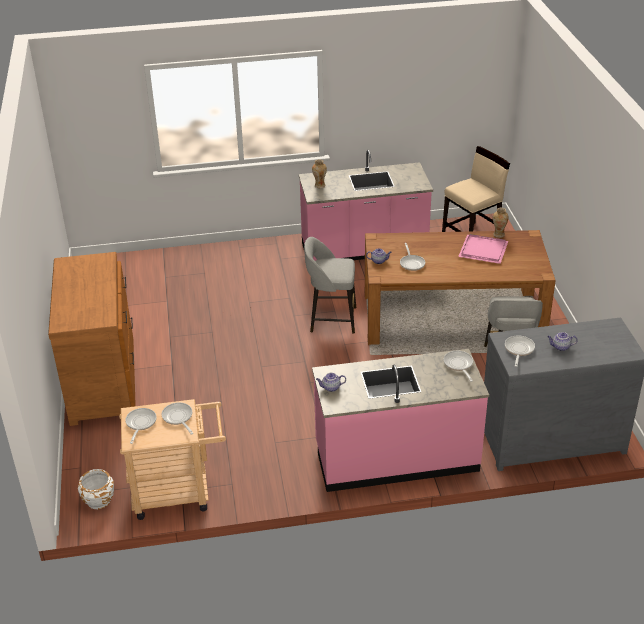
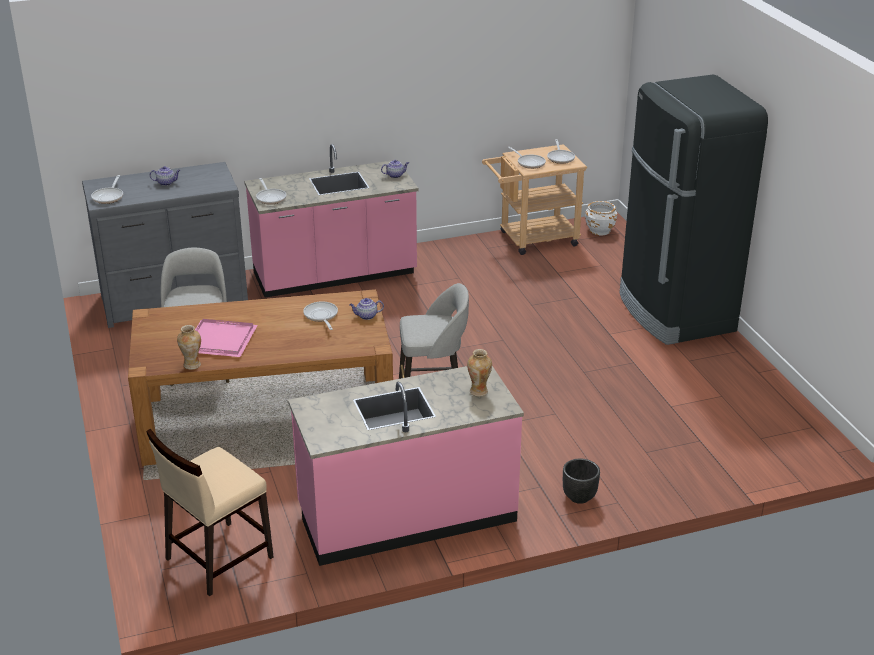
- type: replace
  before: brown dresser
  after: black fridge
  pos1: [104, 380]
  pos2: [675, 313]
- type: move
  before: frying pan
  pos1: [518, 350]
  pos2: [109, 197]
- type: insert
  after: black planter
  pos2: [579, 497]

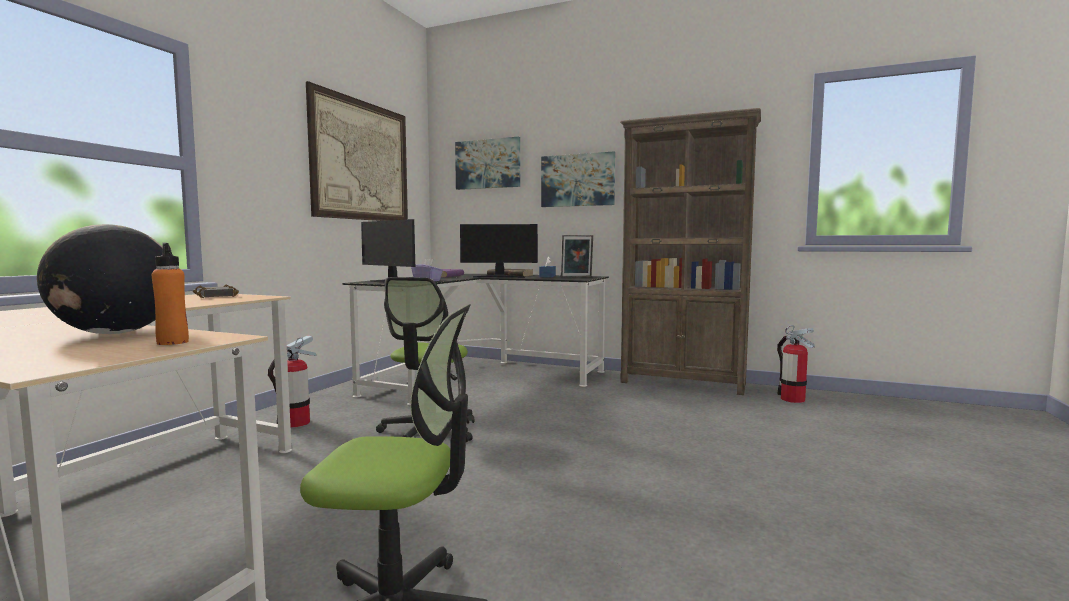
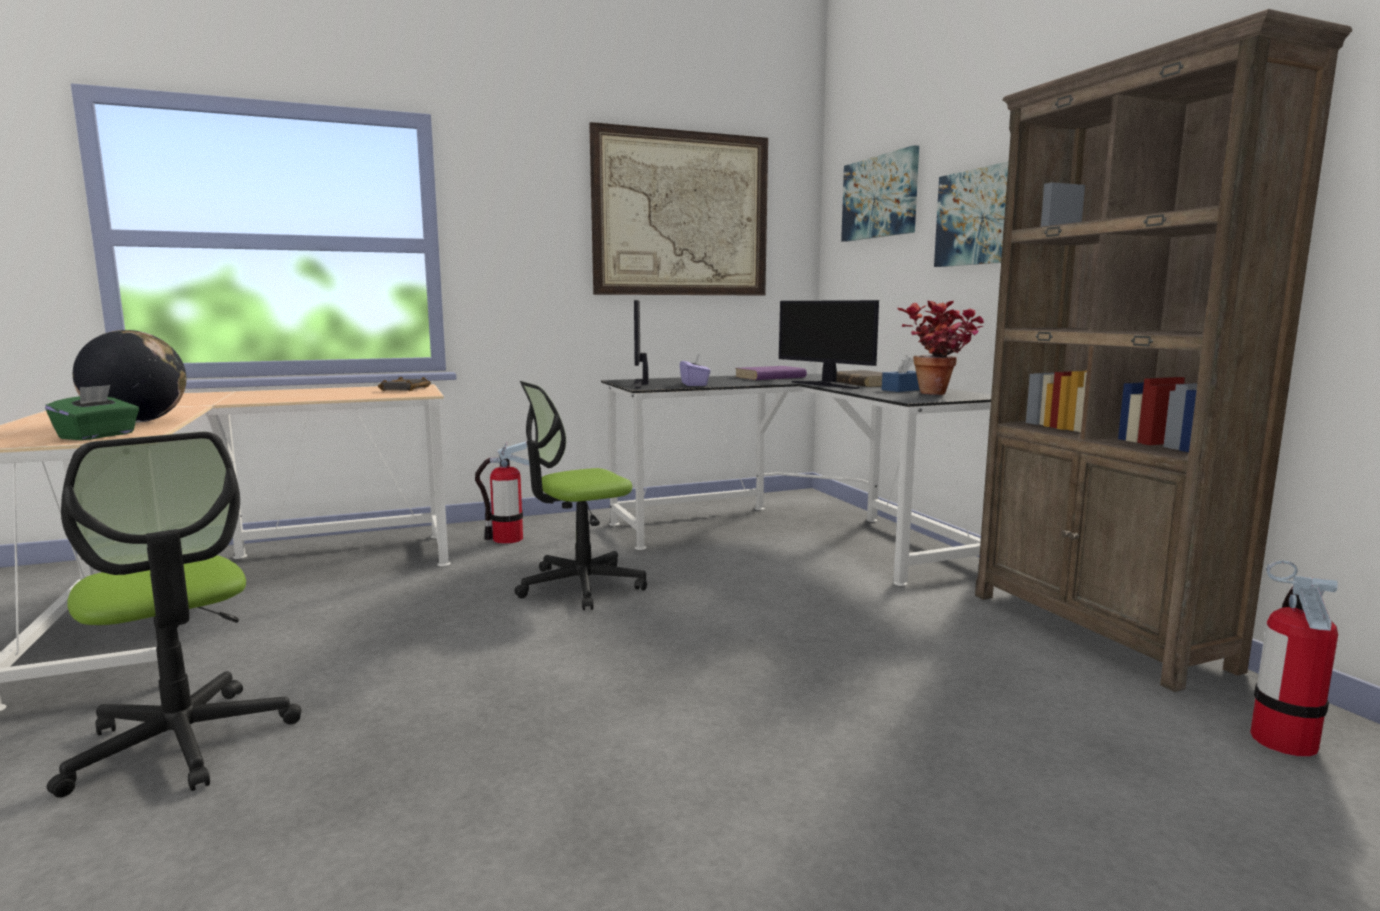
- type: replace
  before: picture frame
  after: potted plant
  pos1: [576, 277]
  pos2: [939, 395]
- type: replace
  before: orange bottle
  after: green tissue box
  pos1: [173, 342]
  pos2: [98, 436]

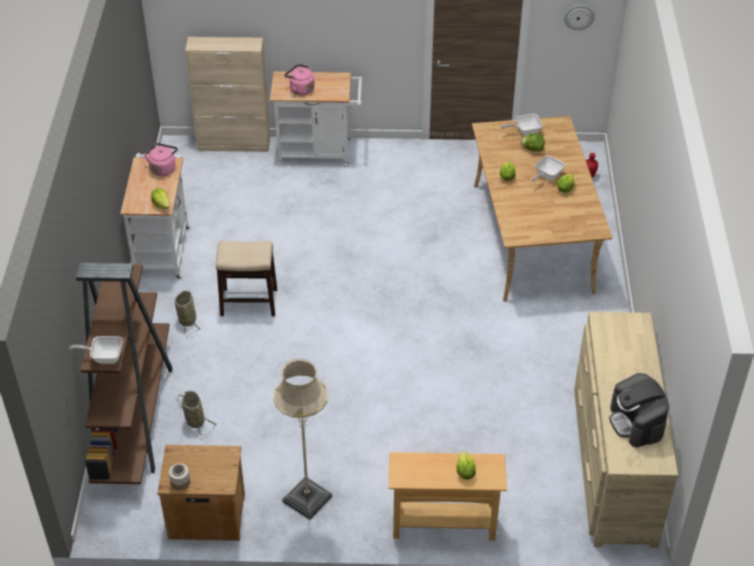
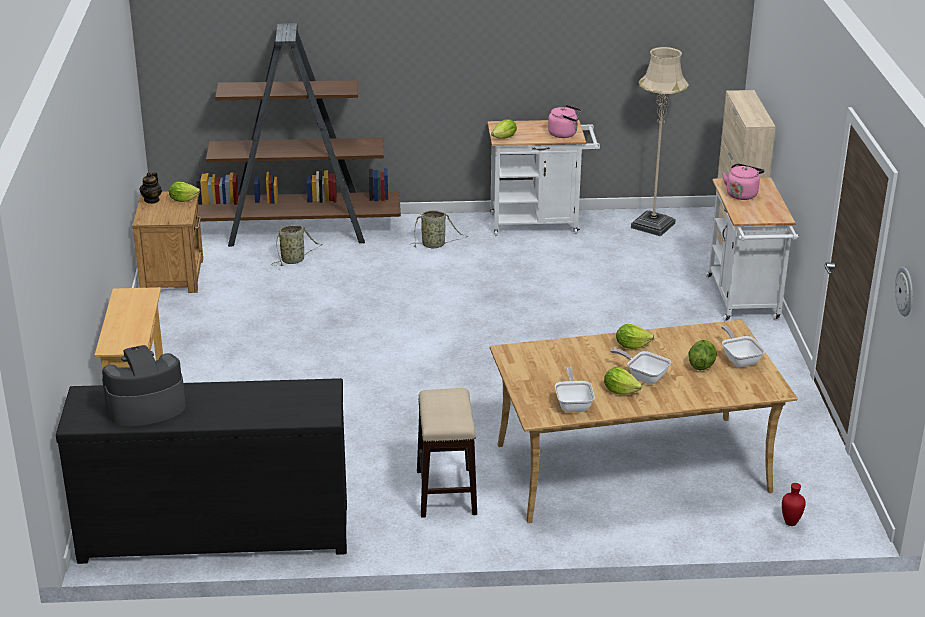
- type: move
  before: stool
  pos1: [248, 302]
  pos2: [446, 492]
- type: recolor
  before: beige dresser
  after: black dresser
  pos1: [614, 463]
  pos2: [214, 531]
- type: move
  before: frying pan
  pos1: [104, 357]
  pos2: [573, 404]
- type: move
  before: beige floor lamp
  pos1: [307, 499]
  pos2: [652, 225]
- type: move
  before: lettuce
  pos1: [465, 472]
  pos2: [183, 200]
- type: replace
  before: jar
  after: teapot
  pos1: [180, 482]
  pos2: [152, 200]

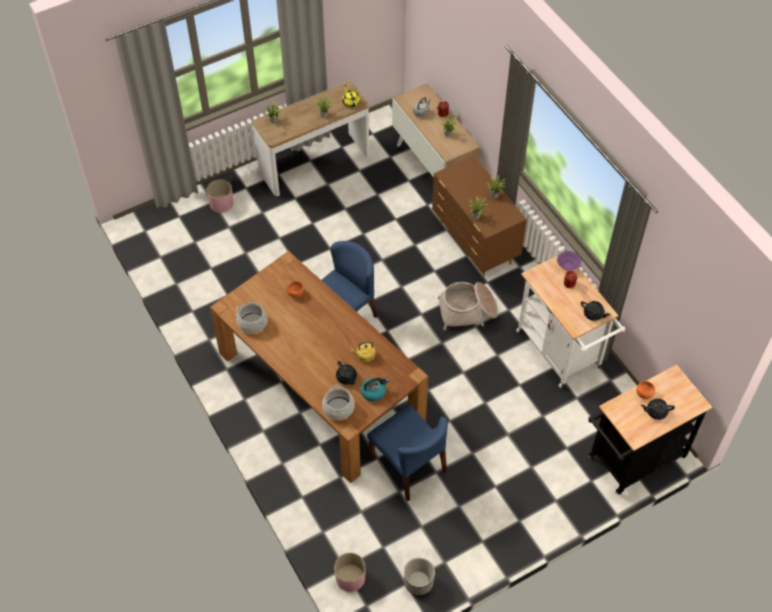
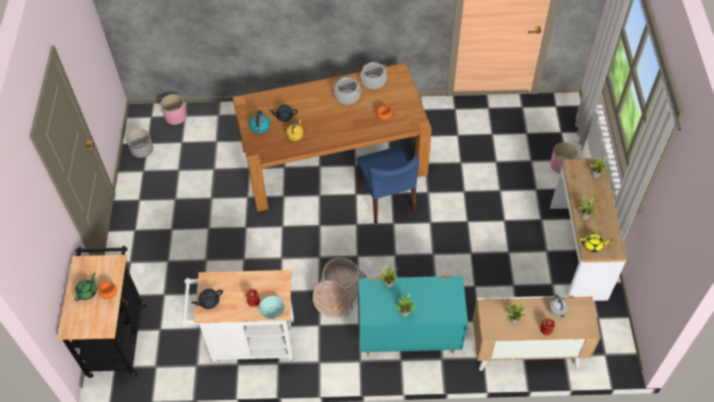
- type: recolor
  before: brown dresser
  after: turquoise dresser
  pos1: [475, 244]
  pos2: [408, 337]
- type: recolor
  before: purple bowl
  after: turquoise bowl
  pos1: [568, 266]
  pos2: [272, 311]
- type: move
  before: cooking pot
  pos1: [338, 408]
  pos2: [347, 96]
- type: recolor
  before: black teapot
  after: green teapot
  pos1: [656, 412]
  pos2: [87, 292]
- type: delete
  before: blue chair
  pos1: [408, 466]

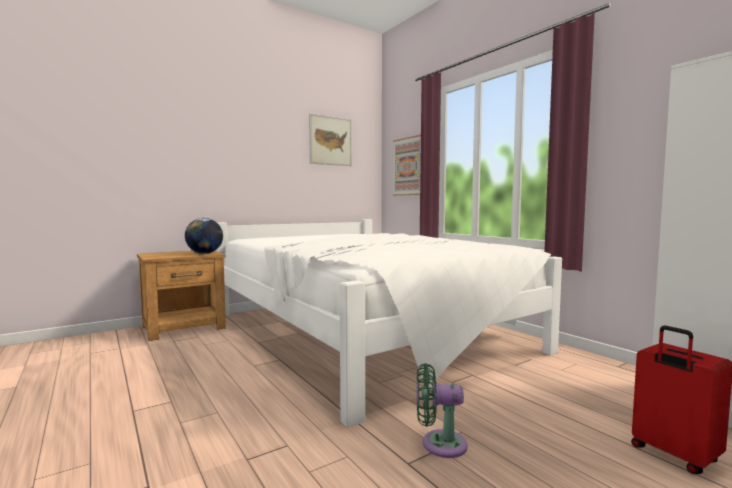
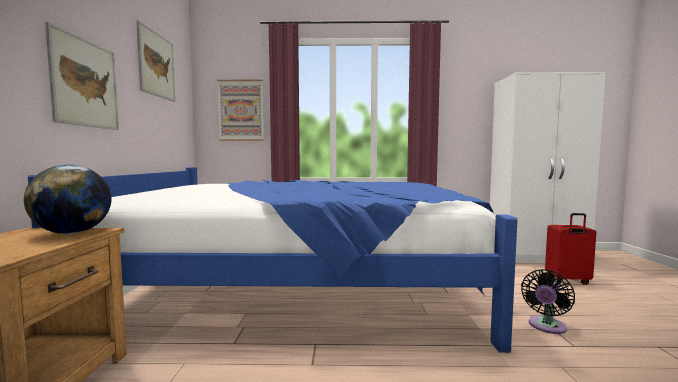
- type: recolor
  before: white bed
  after: blue bed
  pos1: [365, 331]
  pos2: [300, 285]
- type: recolor
  before: green fan
  after: black fan
  pos1: [439, 444]
  pos2: [546, 327]
- type: insert
  after: picture
  pos2: [85, 83]

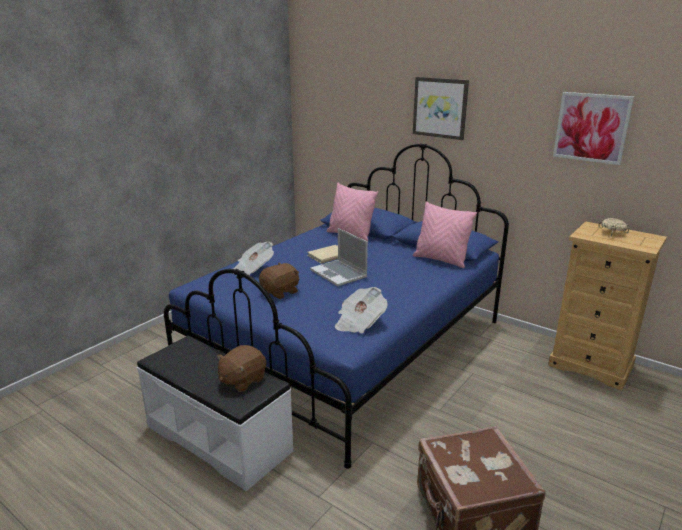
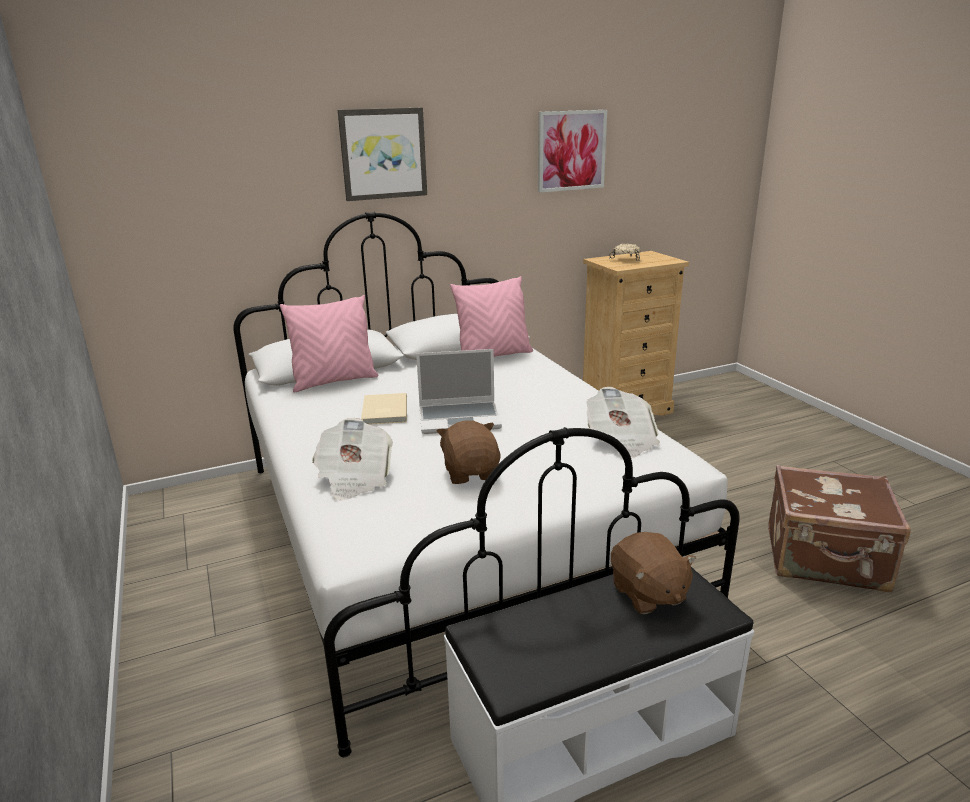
- type: recolor
  before: blue bed
  after: white bed
  pos1: [347, 346]
  pos2: [451, 532]

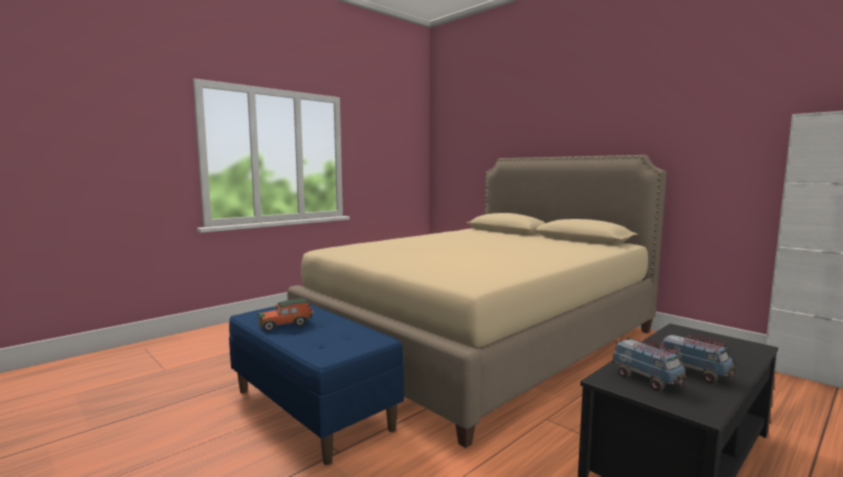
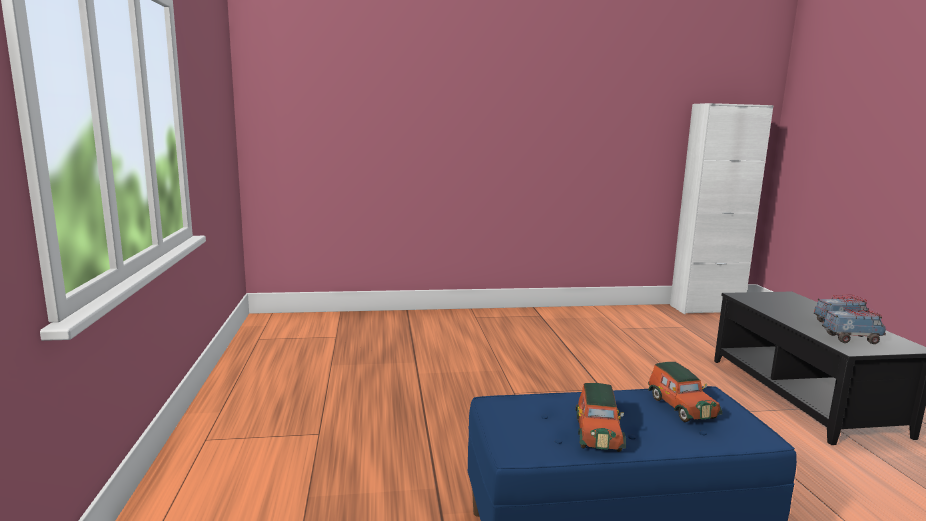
- type: delete
  before: beige bed
  pos1: [482, 340]
- type: insert
  after: toy car
  pos2: [680, 406]

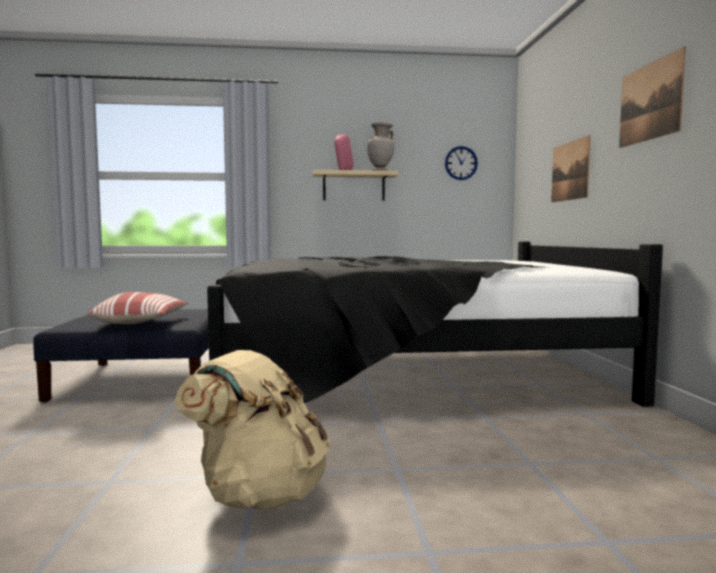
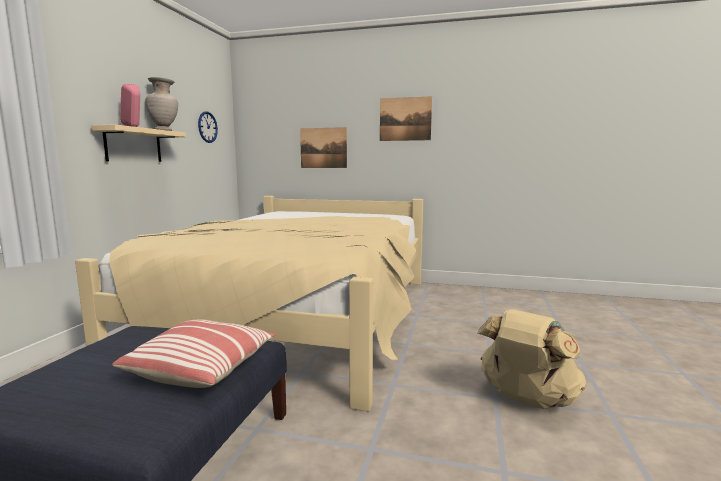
- type: recolor
  before: black bed
  after: beige bed
  pos1: [407, 371]
  pos2: [299, 315]

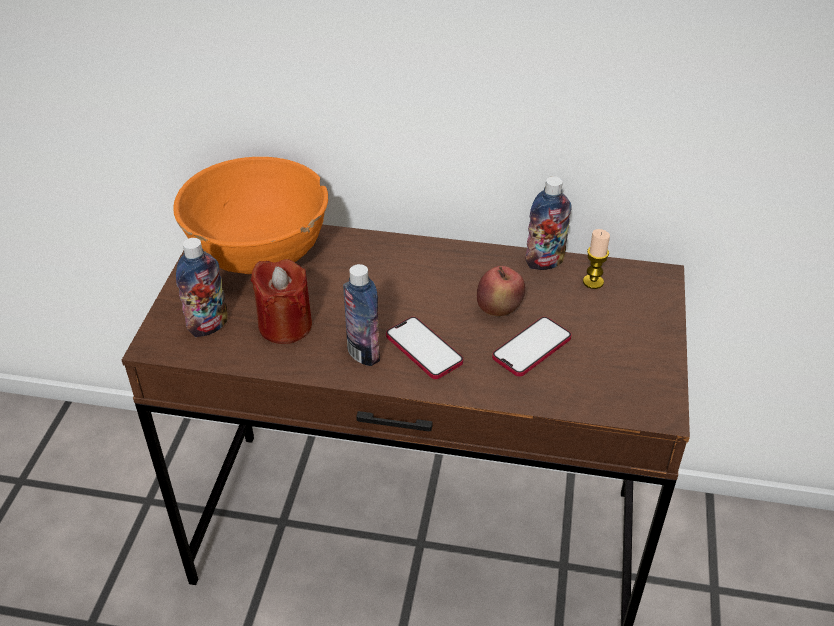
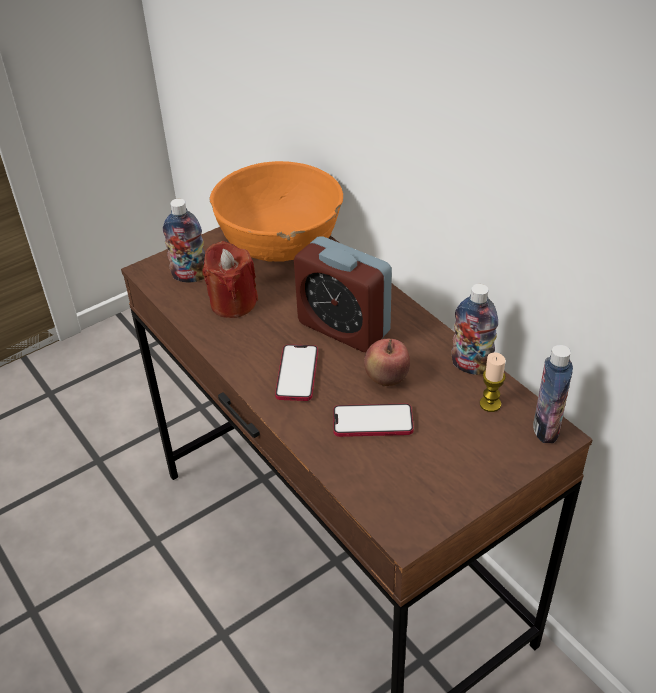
- type: move
  before: bottle
  pos1: [363, 353]
  pos2: [546, 428]
- type: insert
  after: alarm clock
  pos2: [343, 327]

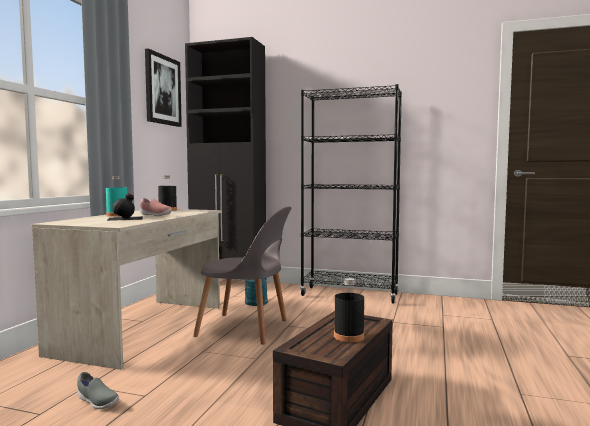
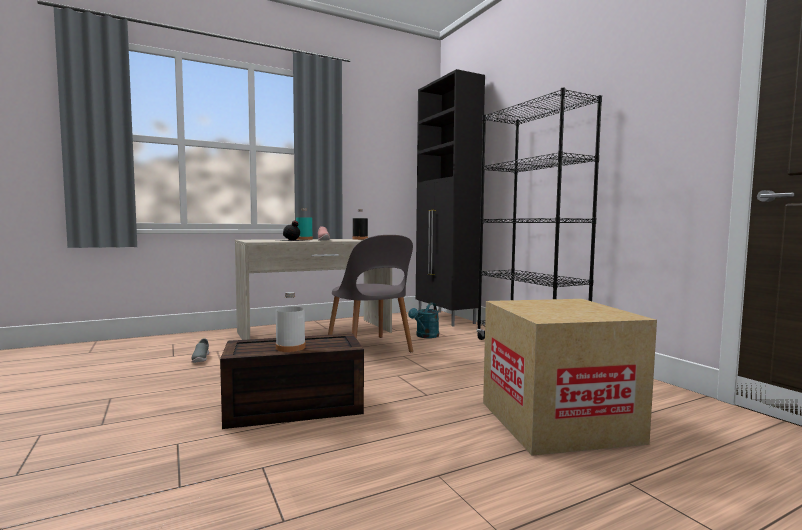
- type: delete
  before: picture
  pos1: [162, 90]
- type: recolor
  before: black bottle
  after: white bottle
  pos1: [349, 336]
  pos2: [290, 347]
- type: insert
  after: cardboard box
  pos2: [557, 421]

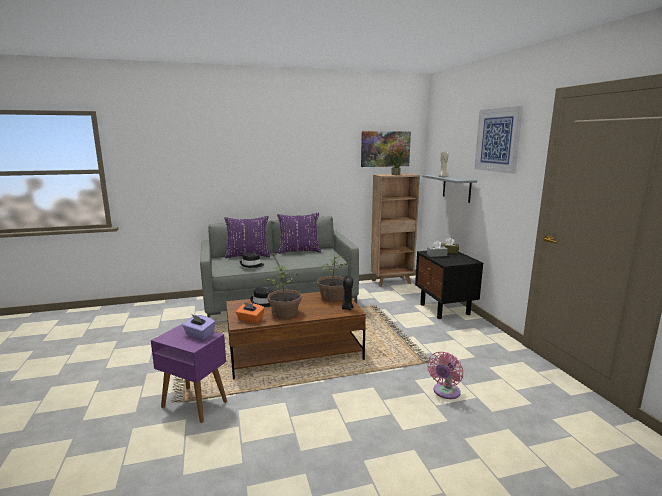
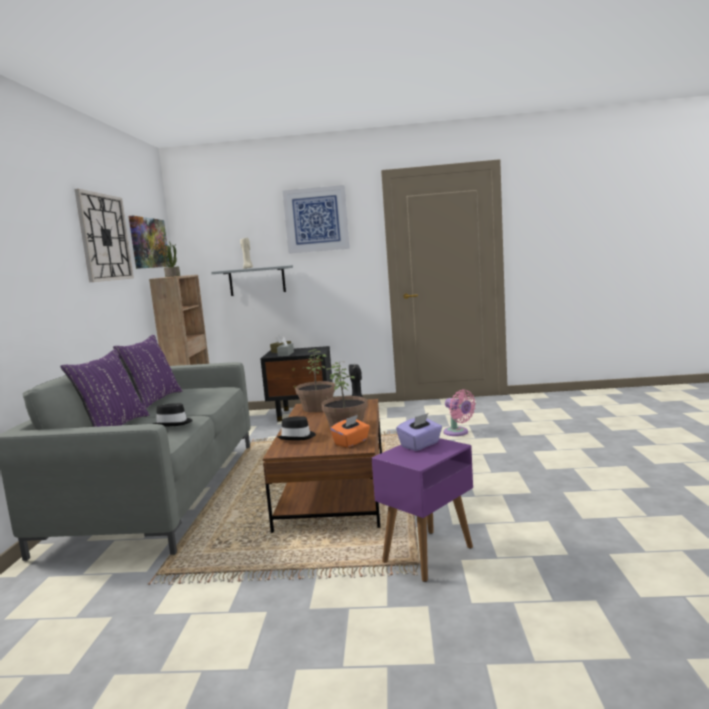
- type: insert
  after: wall clock
  pos2: [104, 237]

